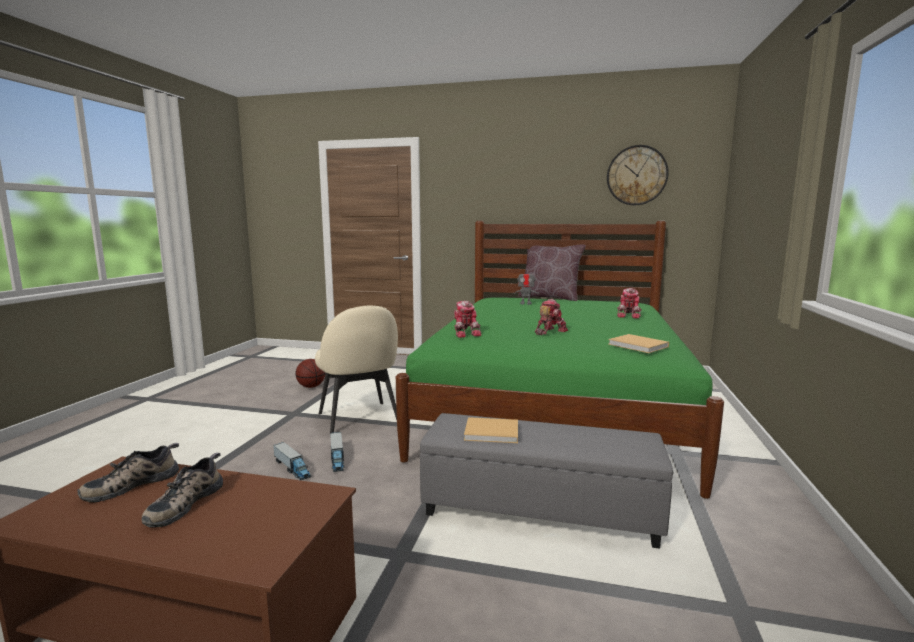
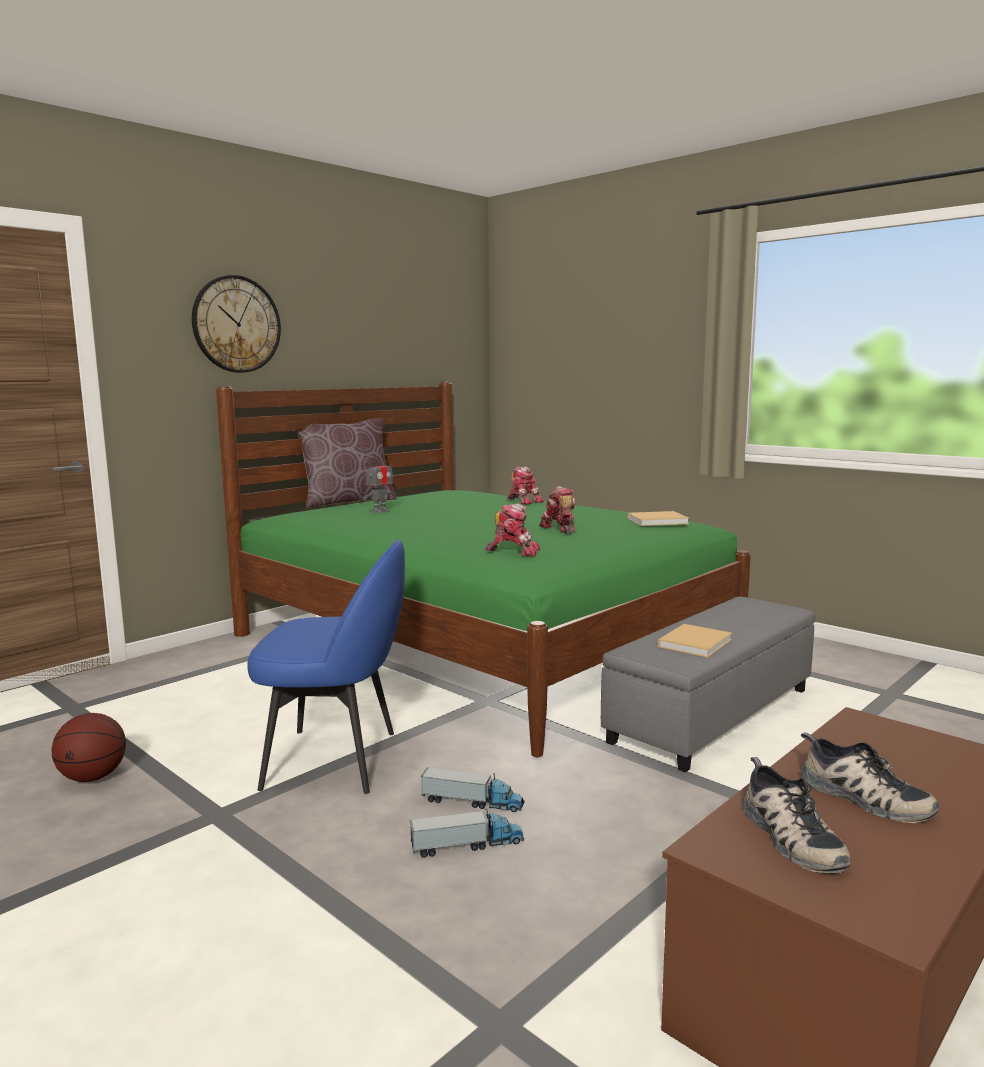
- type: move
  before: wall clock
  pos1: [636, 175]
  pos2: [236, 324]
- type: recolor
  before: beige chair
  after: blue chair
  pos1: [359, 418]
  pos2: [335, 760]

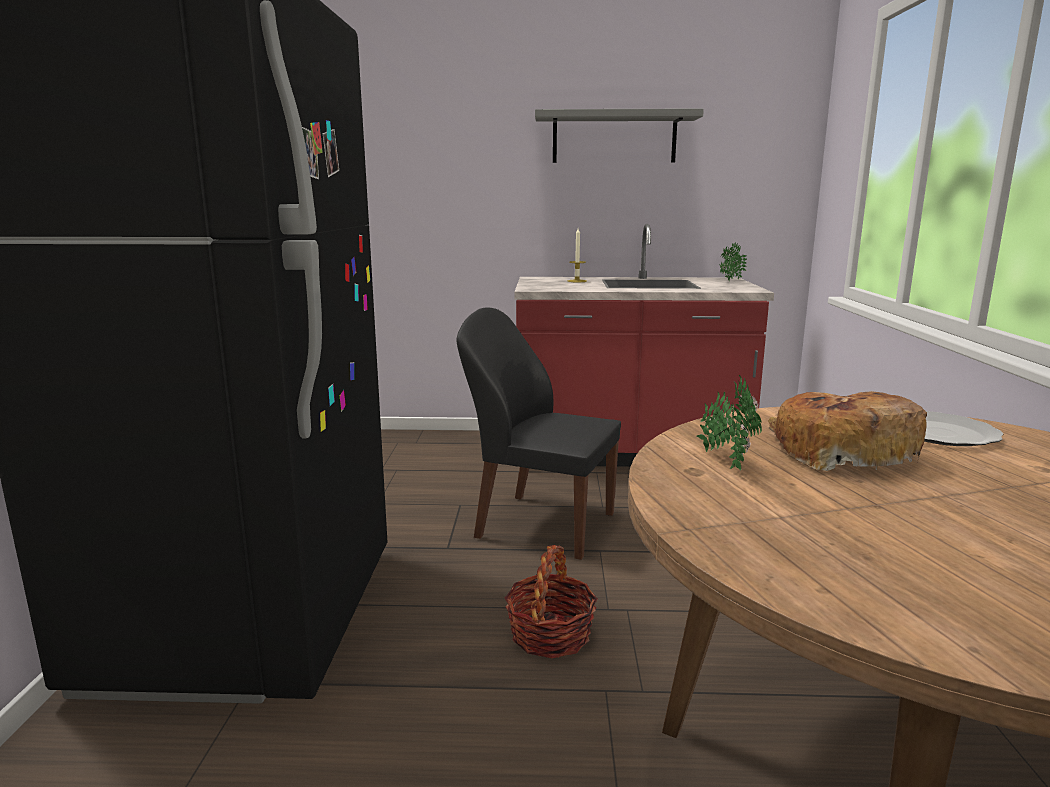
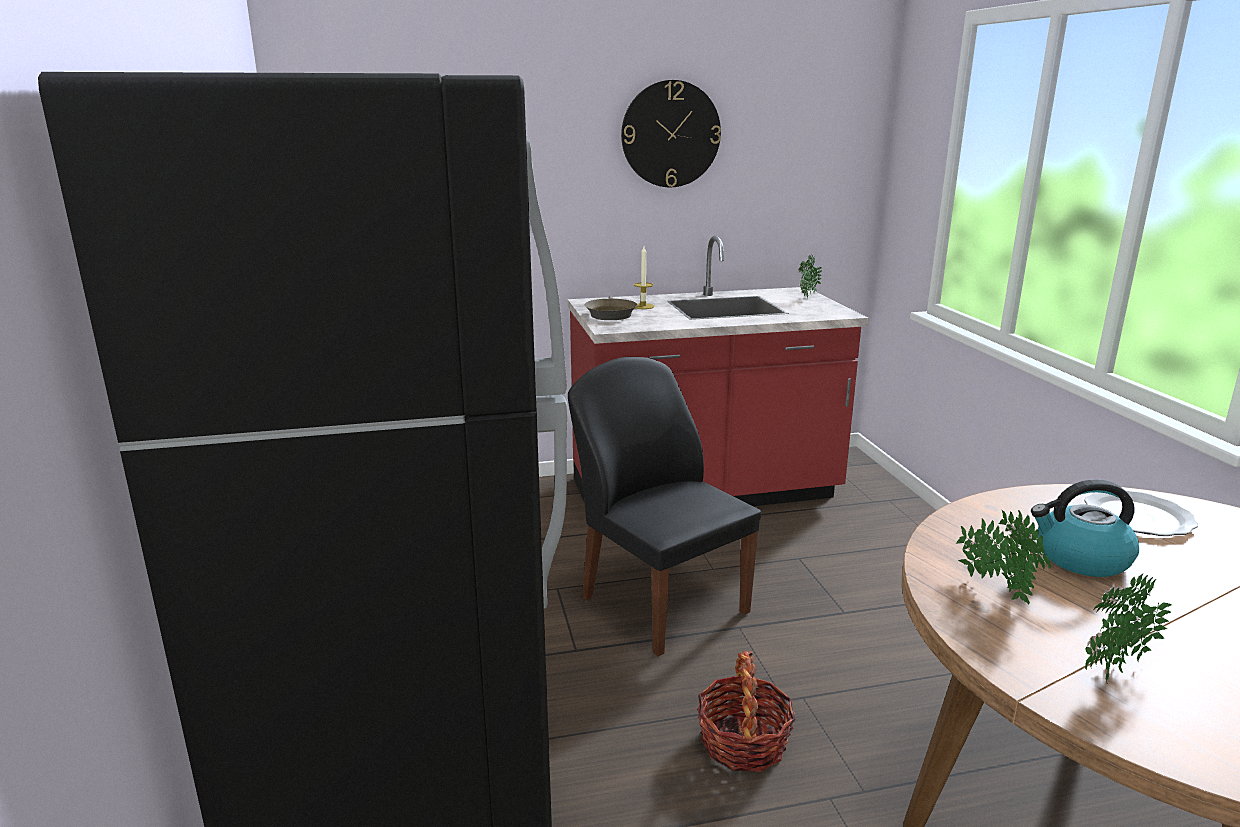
- type: replace
  before: grey shelf
  after: wall clock
  pos1: [614, 138]
  pos2: [670, 134]
- type: rotate
  before: black chair
  pos1: [542, 524]
  pos2: [662, 603]
  turn: 45
- type: replace
  before: bread
  after: kettle
  pos1: [841, 453]
  pos2: [1080, 559]
- type: insert
  after: brown frying pan
  pos2: [610, 314]
- type: insert
  after: potted plant
  pos2: [1109, 670]

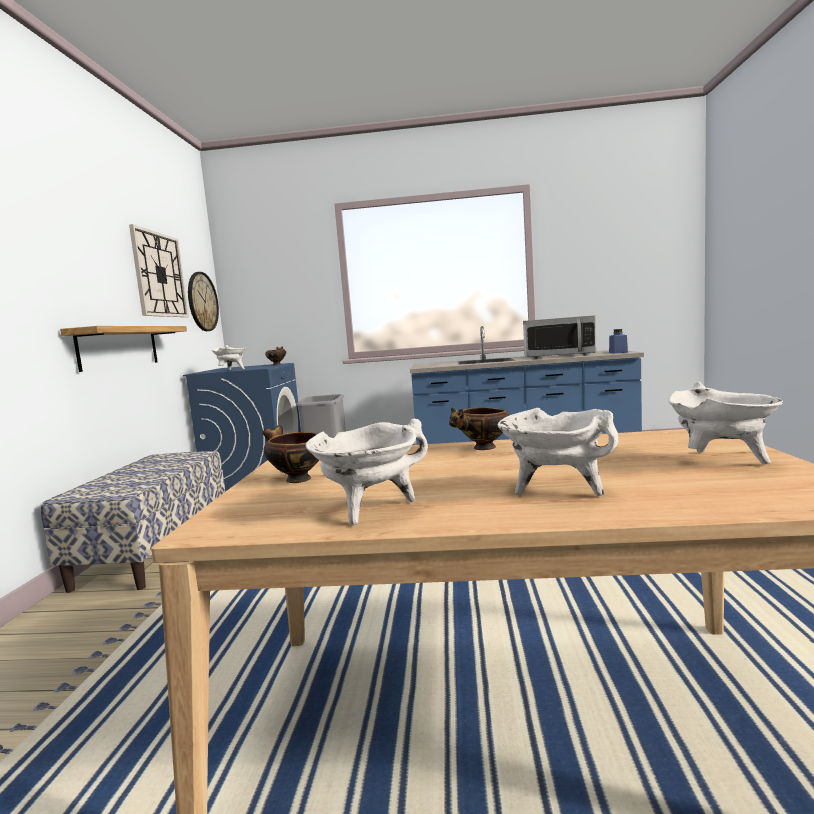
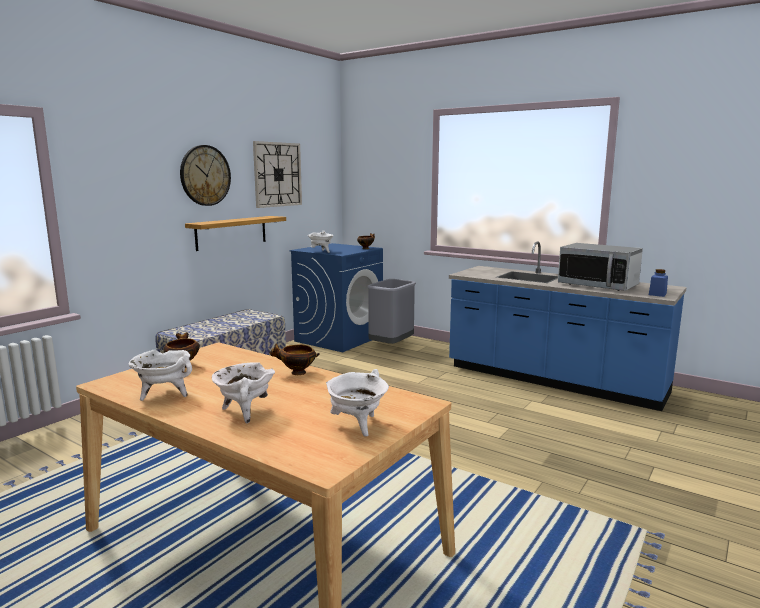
- type: move
  before: wall clock
  pos1: [202, 301]
  pos2: [205, 175]

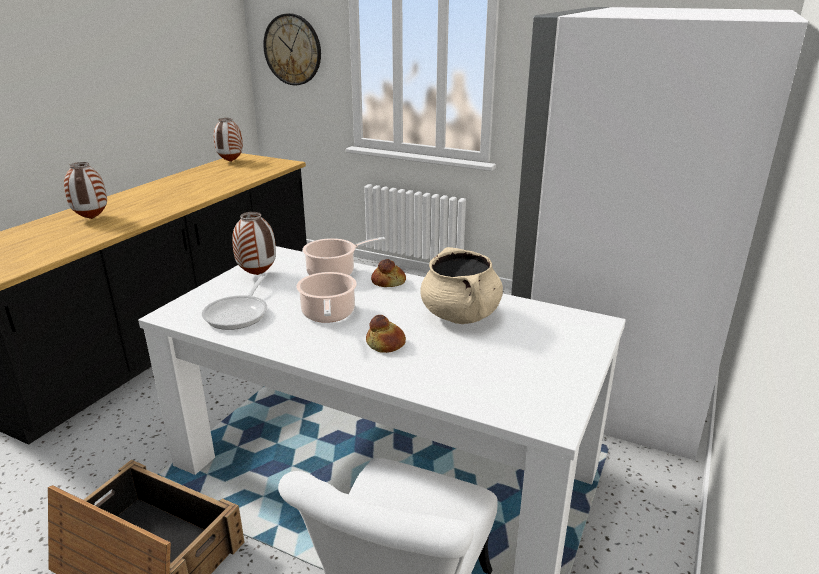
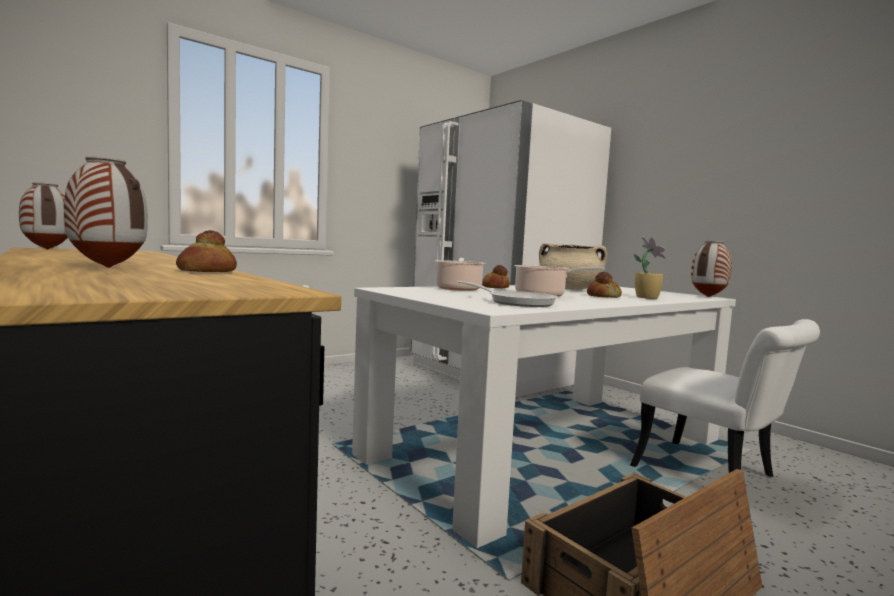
- type: delete
  before: wall clock
  pos1: [292, 49]
- type: move
  before: vase
  pos1: [256, 275]
  pos2: [708, 297]
- type: insert
  after: bread
  pos2: [206, 271]
- type: insert
  after: potted plant
  pos2: [646, 297]

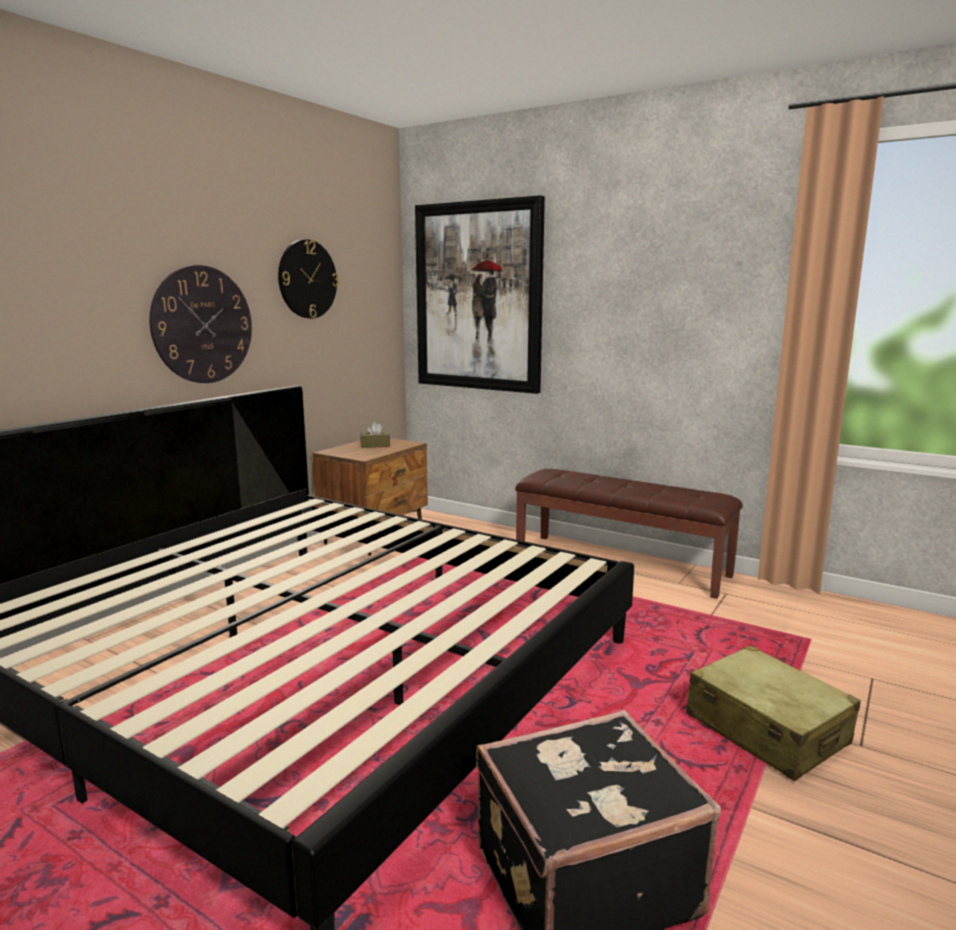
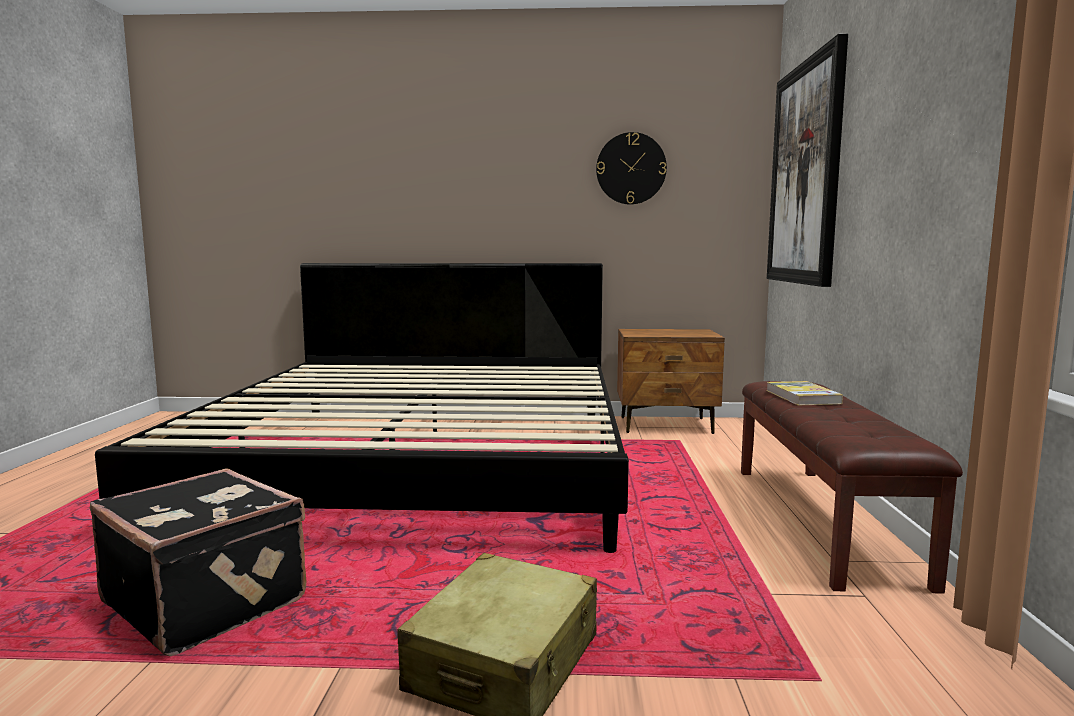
- type: delete
  before: wall clock
  pos1: [202, 325]
- type: delete
  before: brown tissue box
  pos1: [375, 445]
- type: insert
  after: book
  pos2: [802, 397]

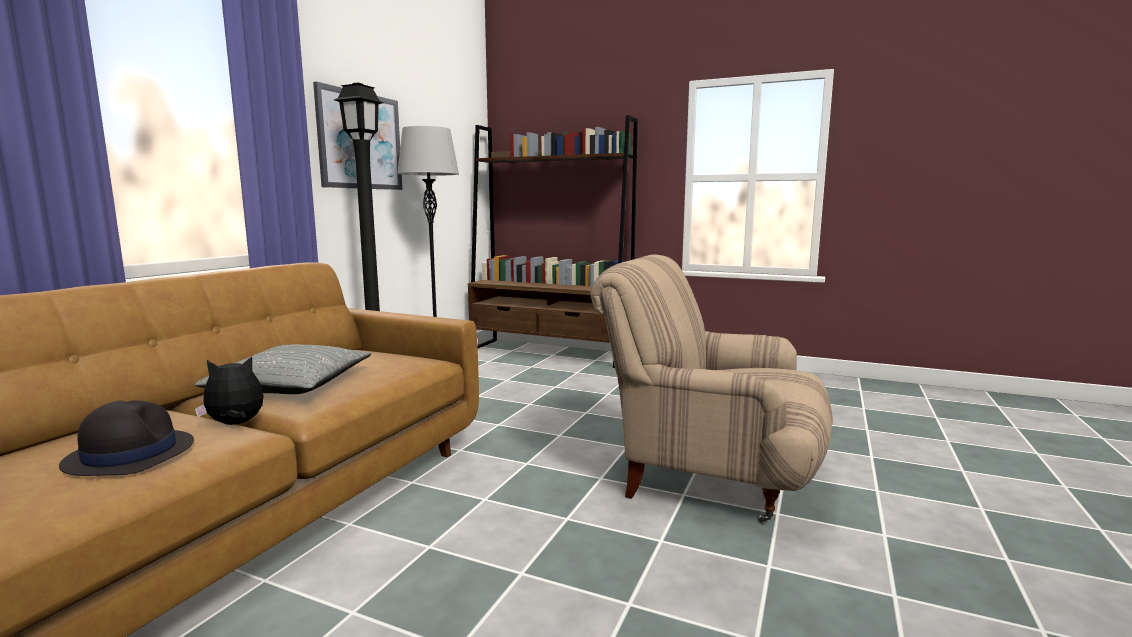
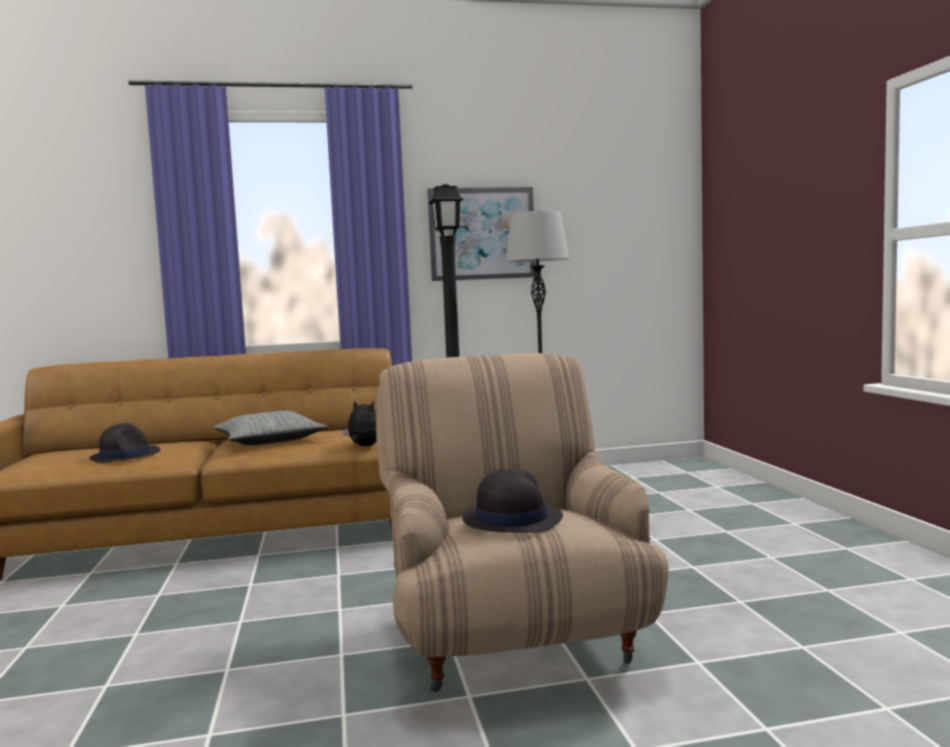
- type: delete
  before: brown bookcase
  pos1: [550, 353]
- type: move
  before: plush toy
  pos1: [235, 424]
  pos2: [364, 446]
- type: insert
  after: black hat
  pos2: [511, 519]

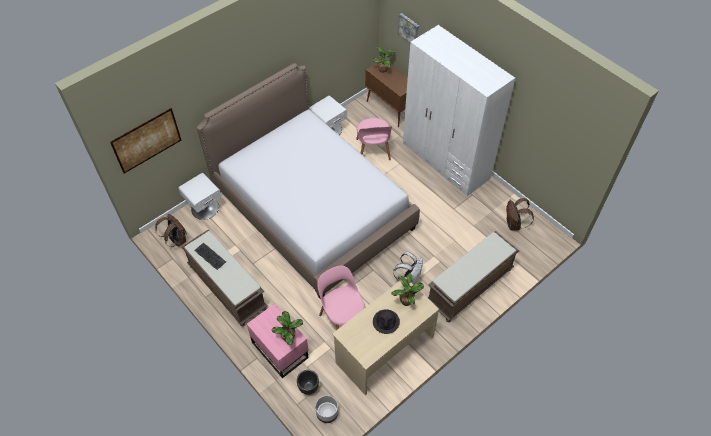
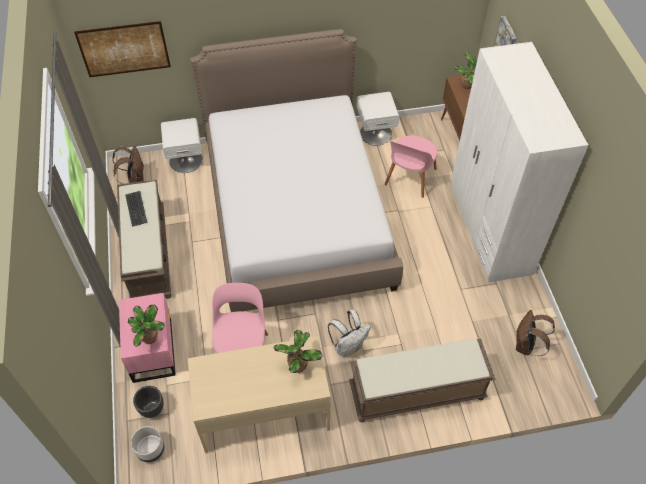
- type: delete
  before: black hat
  pos1: [386, 322]

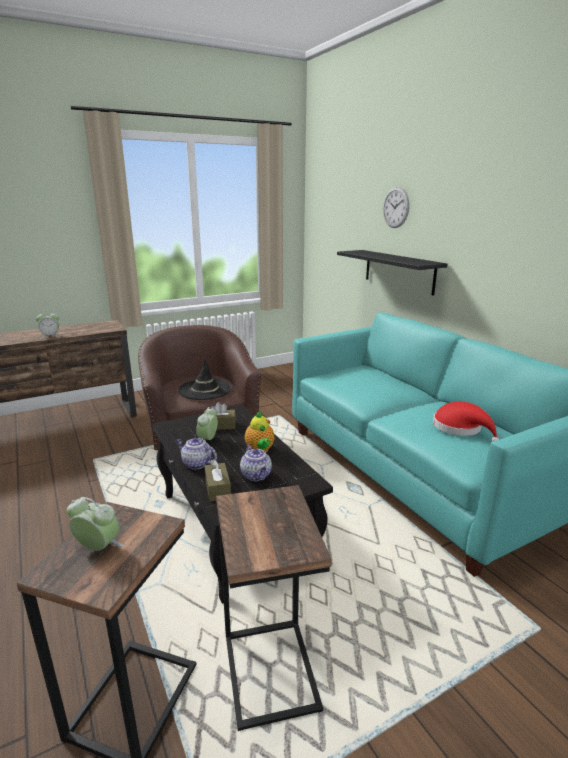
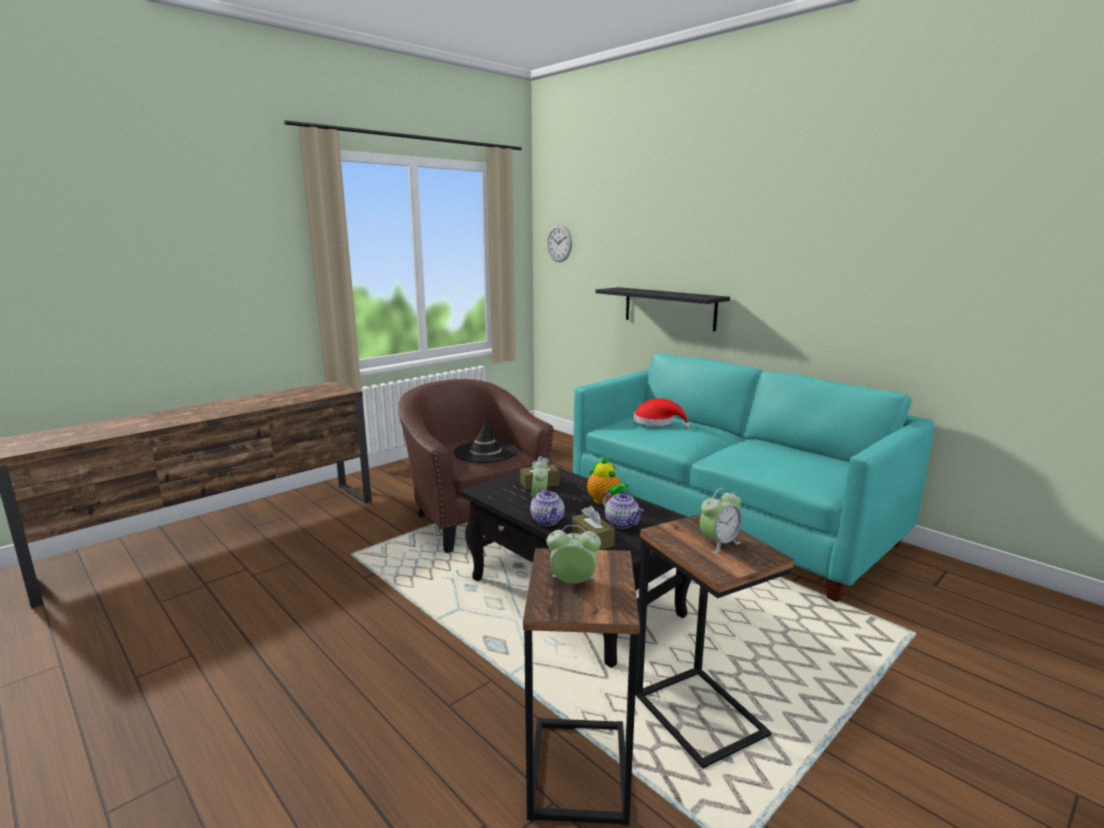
- type: move
  before: wall clock
  pos1: [395, 207]
  pos2: [559, 243]
- type: move
  before: alarm clock
  pos1: [50, 336]
  pos2: [719, 543]
- type: move
  before: red hat
  pos1: [460, 428]
  pos2: [657, 422]
- type: rotate
  before: teapot
  pos1: [196, 464]
  pos2: [548, 521]
  turn: -120

